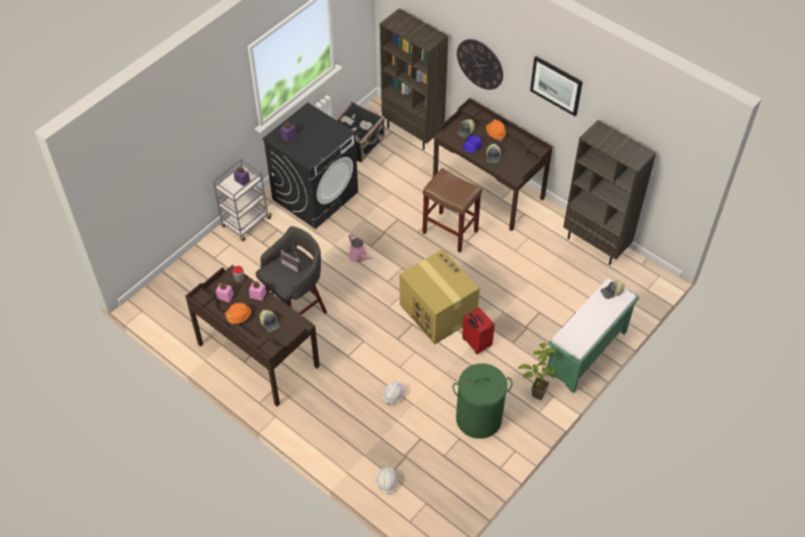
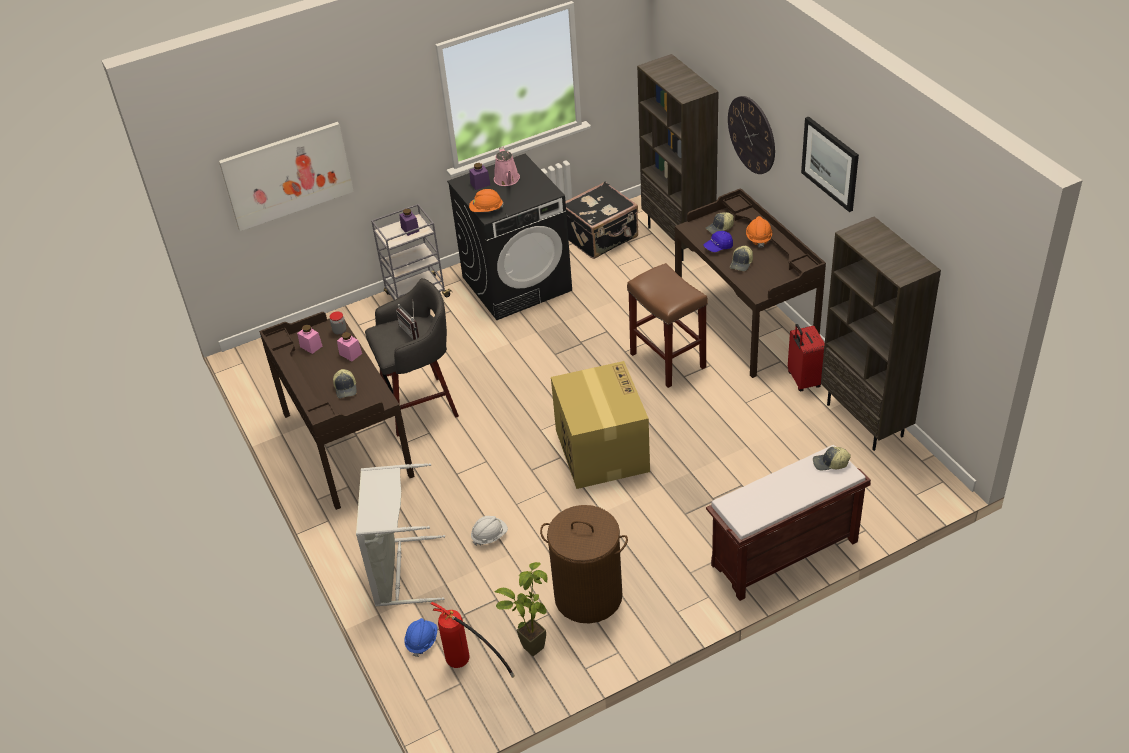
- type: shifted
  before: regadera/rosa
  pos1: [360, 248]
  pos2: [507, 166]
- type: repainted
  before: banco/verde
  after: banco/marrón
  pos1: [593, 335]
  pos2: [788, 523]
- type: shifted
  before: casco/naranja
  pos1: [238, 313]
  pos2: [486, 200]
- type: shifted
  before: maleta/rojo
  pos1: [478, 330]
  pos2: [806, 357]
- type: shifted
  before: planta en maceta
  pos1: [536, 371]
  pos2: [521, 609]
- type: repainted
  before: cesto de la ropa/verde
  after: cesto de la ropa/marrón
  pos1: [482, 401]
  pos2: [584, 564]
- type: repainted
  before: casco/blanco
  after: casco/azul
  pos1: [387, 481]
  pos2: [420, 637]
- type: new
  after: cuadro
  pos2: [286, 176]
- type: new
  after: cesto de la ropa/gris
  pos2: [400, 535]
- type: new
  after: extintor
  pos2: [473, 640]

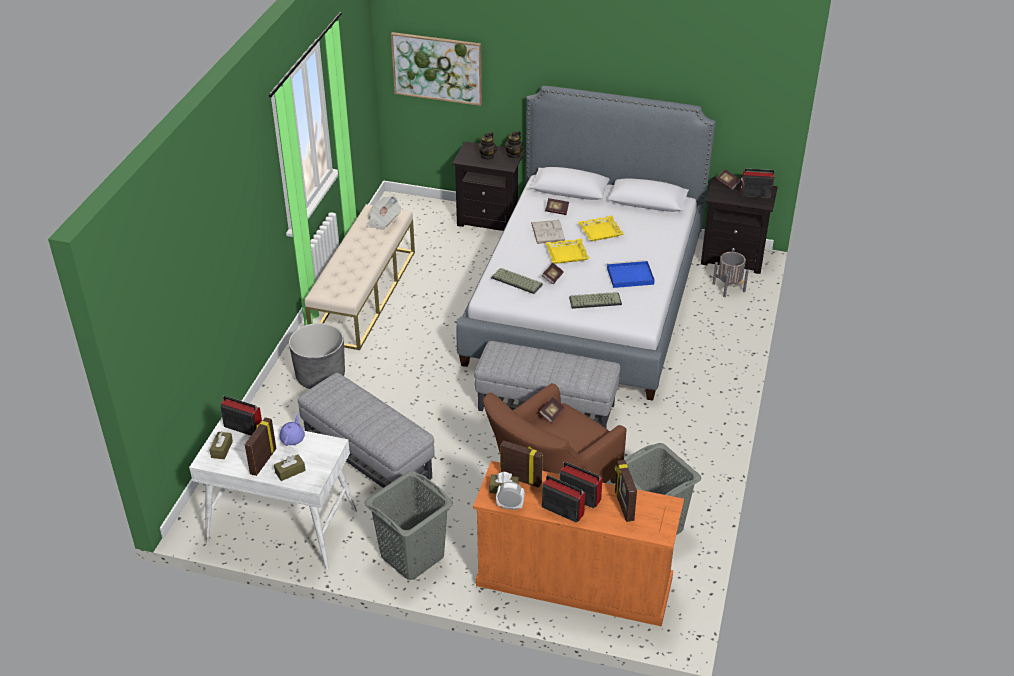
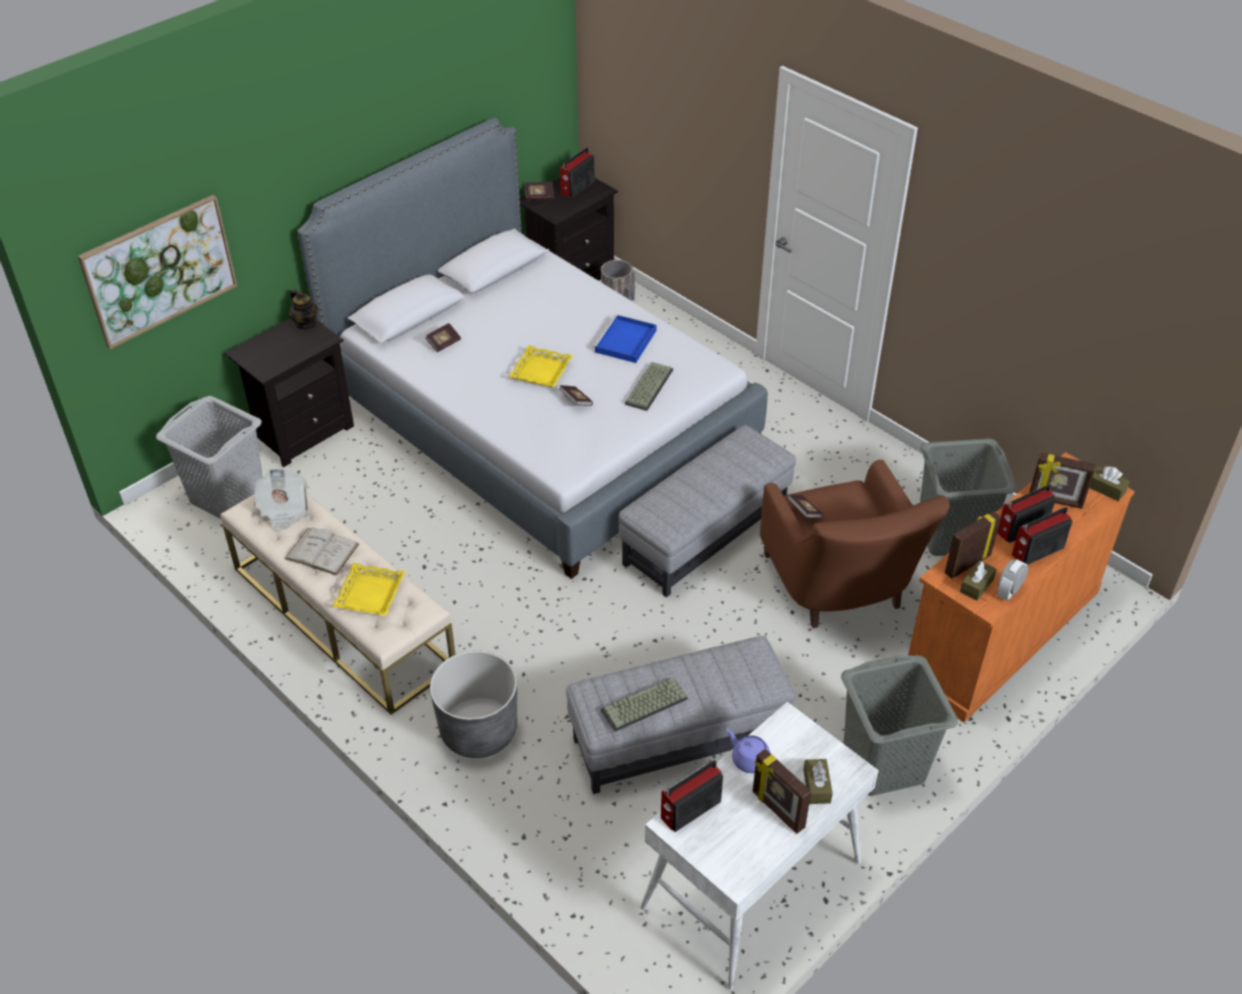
- type: gone
  before: tetera
  pos1: [487, 146]
- type: shifted
  before: bandeja/amarillo
  pos1: [601, 228]
  pos2: [369, 589]
- type: shifted
  before: libro/blanco
  pos1: [548, 232]
  pos2: [322, 551]
- type: shifted
  before: teclado
  pos1: [517, 281]
  pos2: [644, 705]
- type: shifted
  before: caja de pañuelos/marrón
  pos1: [221, 445]
  pos2: [1109, 483]
- type: new
  after: cesto de la ropa/gris
  pos2: [209, 457]

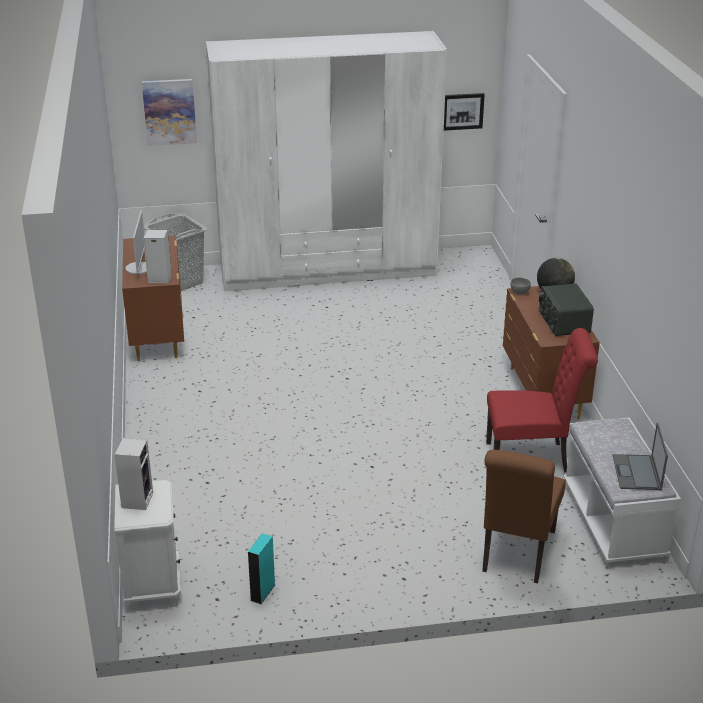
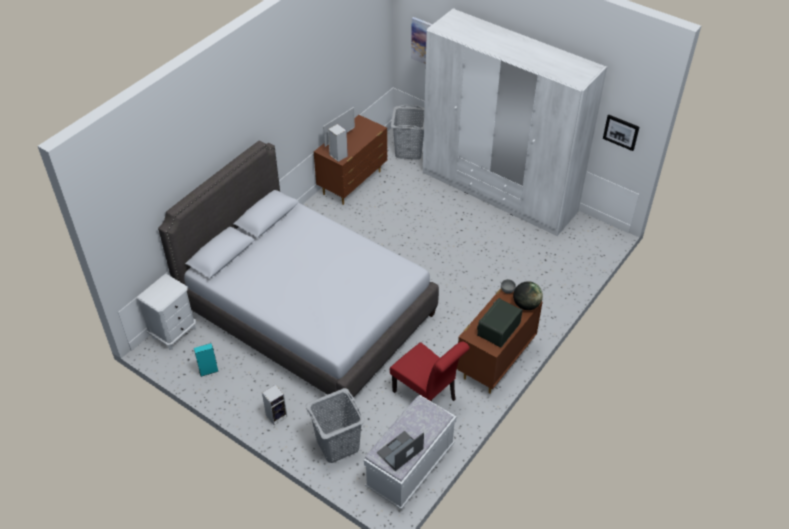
- type: shifted
  before: altavoz
  pos1: [133, 474]
  pos2: [274, 405]
- type: swapped
  before: silla/marrón
  after: cesto de la ropa/gris
  pos1: [524, 516]
  pos2: [335, 425]
- type: new
  after: cama/gris
  pos2: [298, 269]

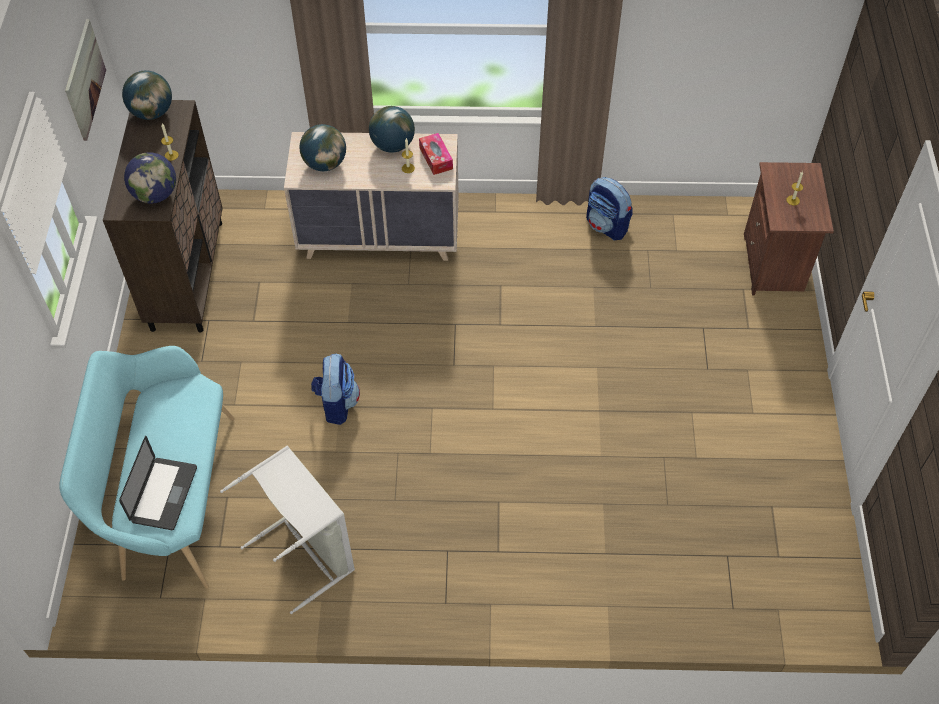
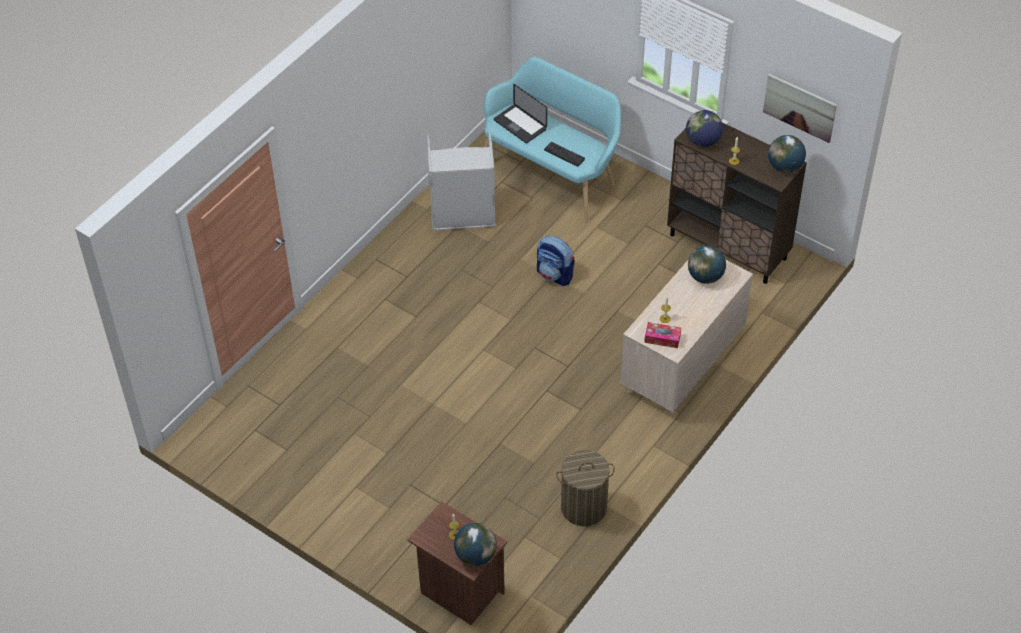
- type: shifted
  before: globo terráqueo
  pos1: [392, 129]
  pos2: [475, 544]
- type: swapped
  before: mochila
  after: cesto de la ropa
  pos1: [609, 208]
  pos2: [585, 488]
- type: new
  after: teclado
  pos2: [564, 154]

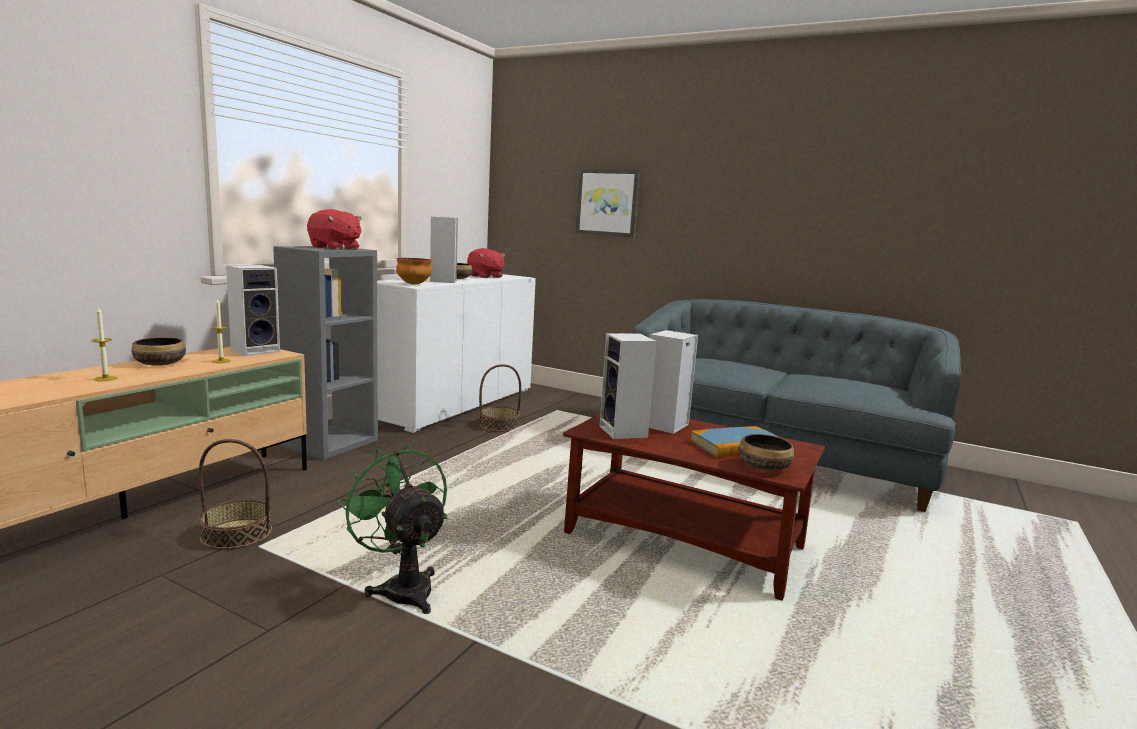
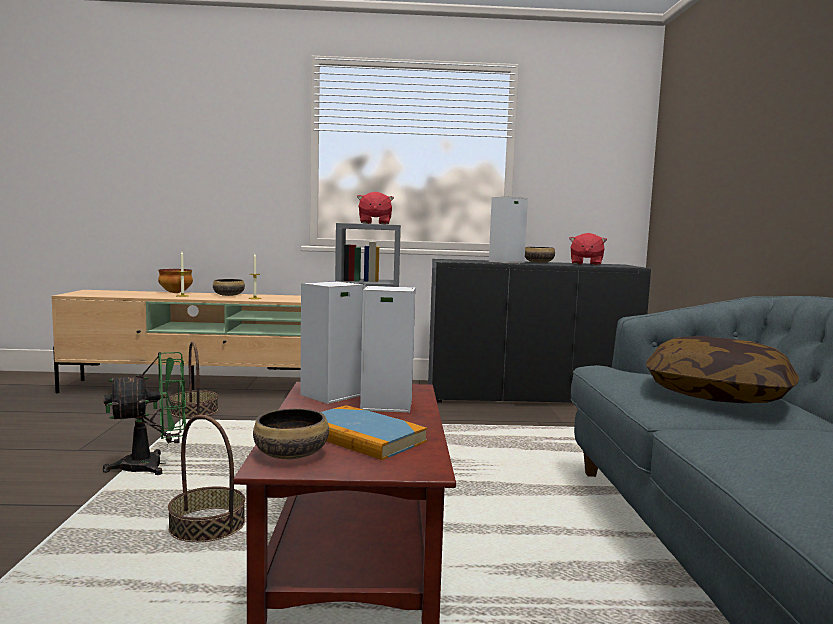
- type: gone
  before: cuadro
  pos1: [608, 203]
- type: shifted
  before: cuenco
  pos1: [414, 271]
  pos2: [175, 281]
- type: gone
  before: altavoz
  pos1: [253, 310]
- type: repainted
  before: armario/blanco
  after: armario/negro
  pos1: [456, 353]
  pos2: [539, 331]
- type: shifted
  before: cesta
  pos1: [500, 398]
  pos2: [206, 478]
- type: rotated
  before: ventilador/verde
  pos1: [392, 529]
  pos2: [144, 413]
  turn: 45
- type: new
  after: cojín
  pos2: [722, 369]

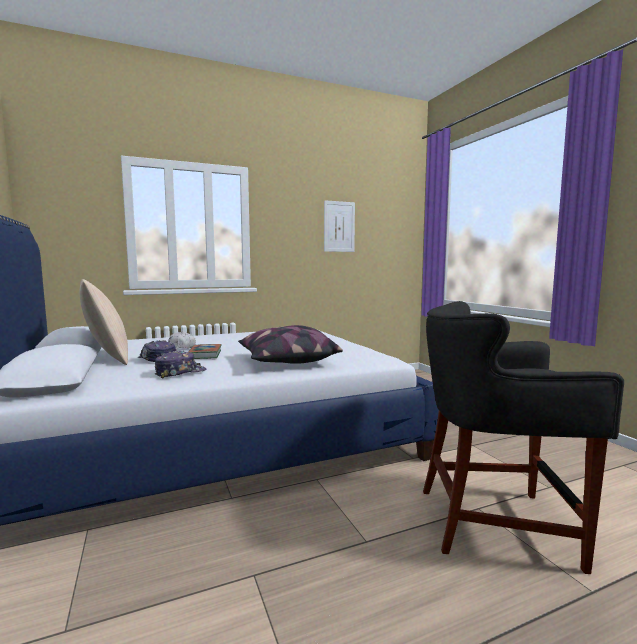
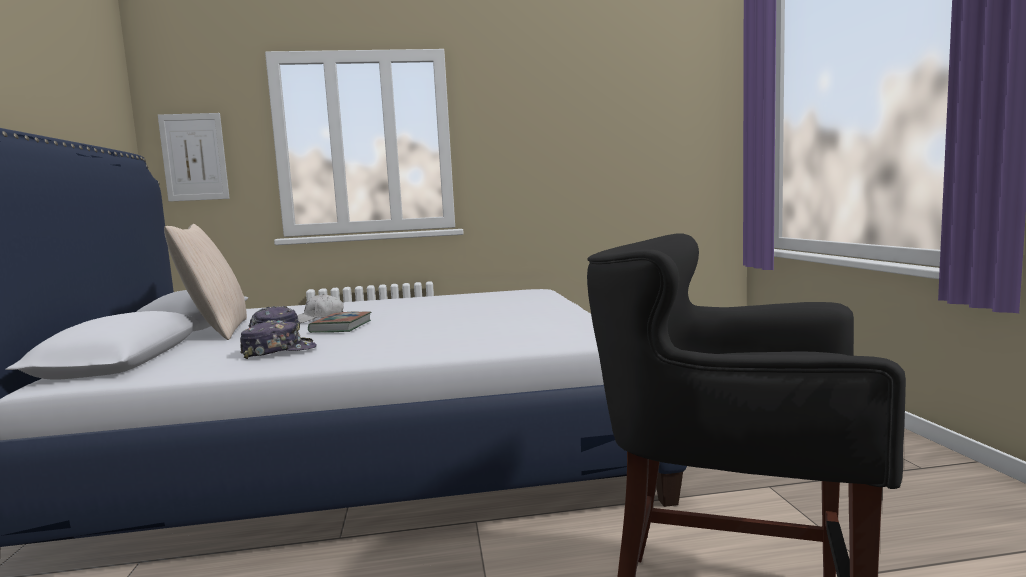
- type: shifted
  before: cuadro
  pos1: [339, 226]
  pos2: [194, 157]
- type: gone
  before: cojín
  pos1: [290, 344]

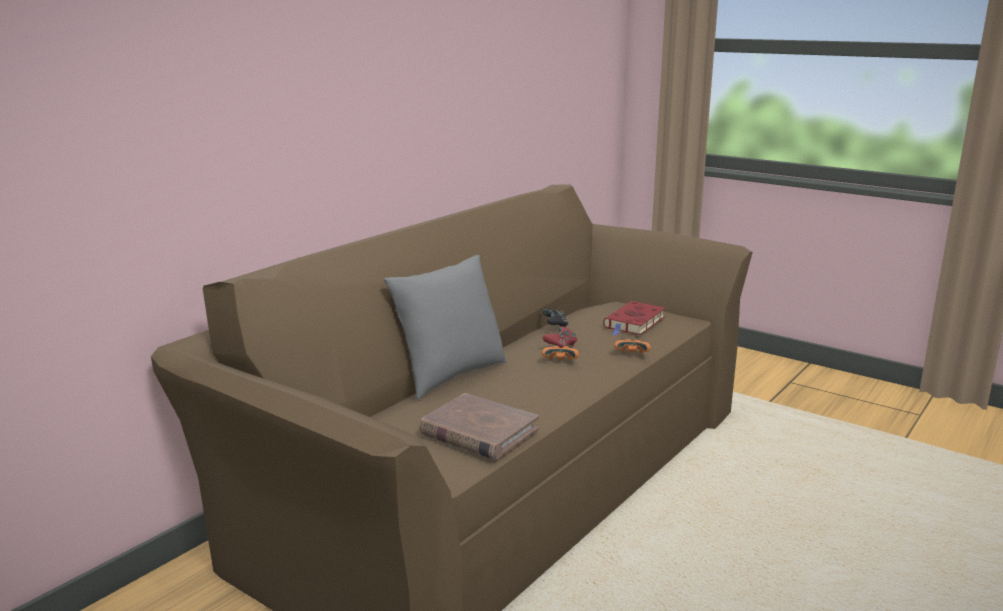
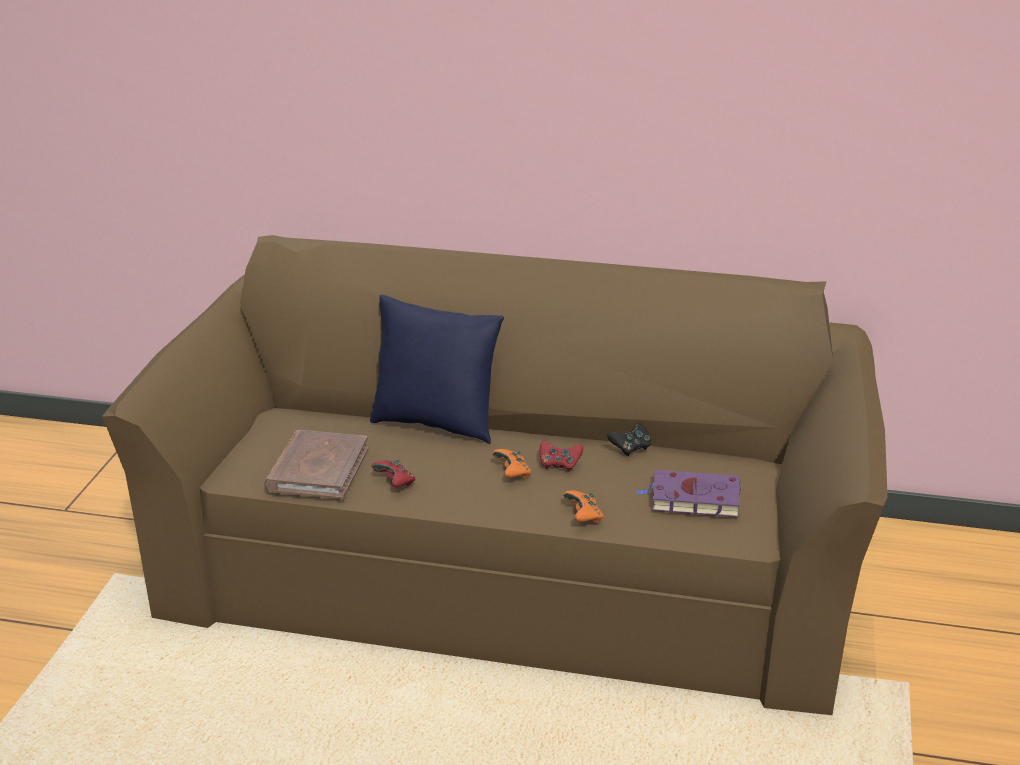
- type: repainted
  before: cojín/gris
  after: cojín/azul
  pos1: [445, 327]
  pos2: [437, 369]
- type: repainted
  before: libro/rojo
  after: libro/morado
  pos1: [634, 318]
  pos2: [688, 493]
- type: new
  after: mando de consola/rojo
  pos2: [394, 473]

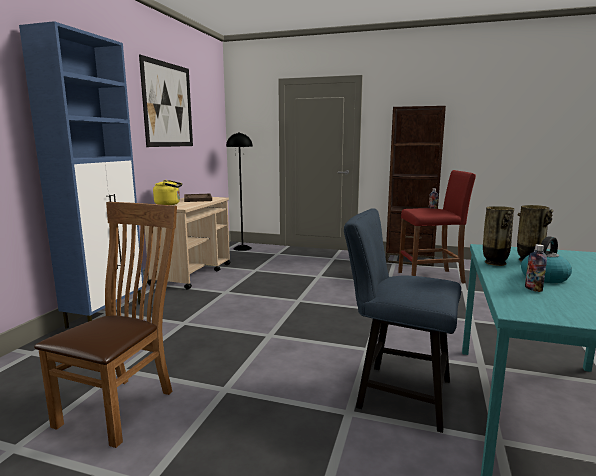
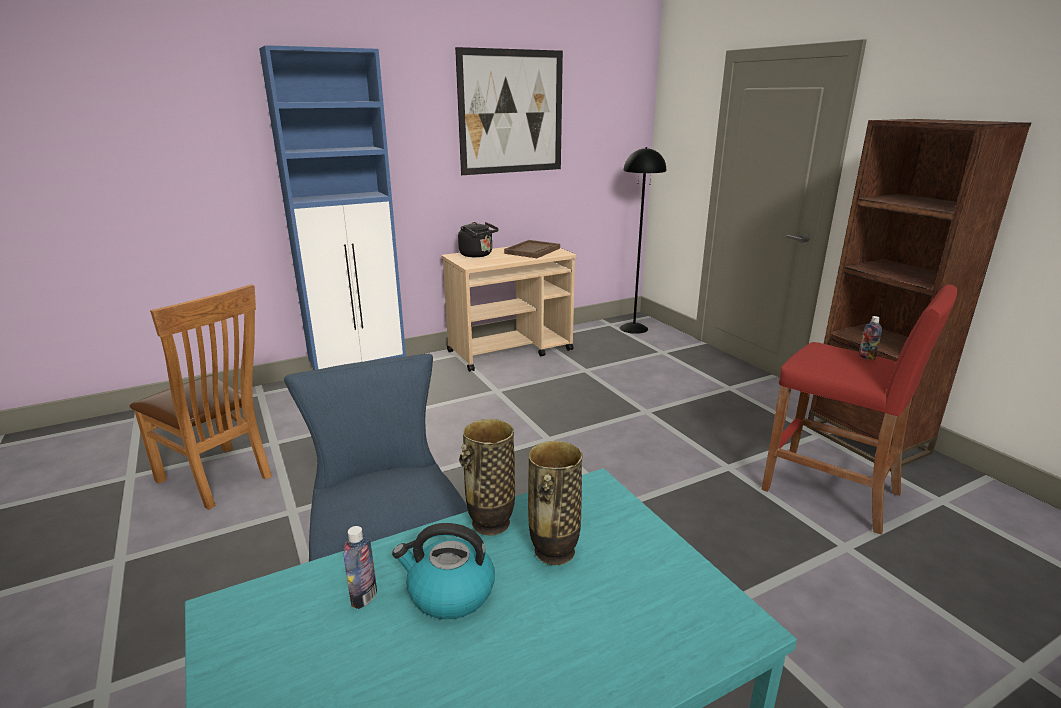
- type: repainted
  before: hervidor/amarillo
  after: hervidor/negro
  pos1: [167, 192]
  pos2: [478, 239]
- type: rotated
  before: silla/marrón
  pos1: [105, 325]
  pos2: [200, 397]
  turn: 60

